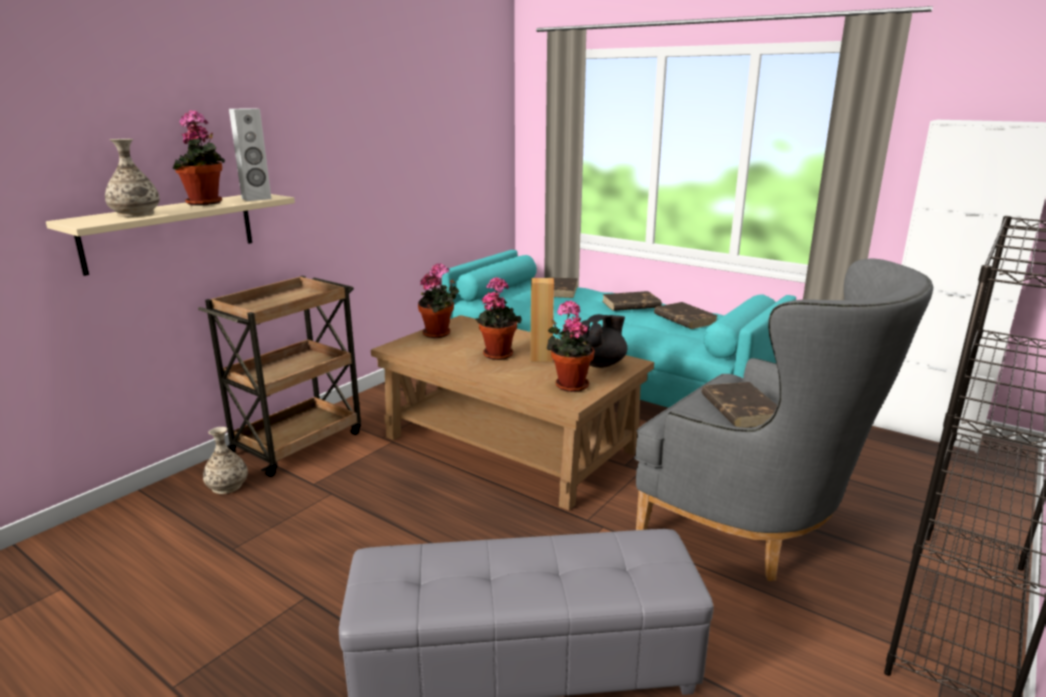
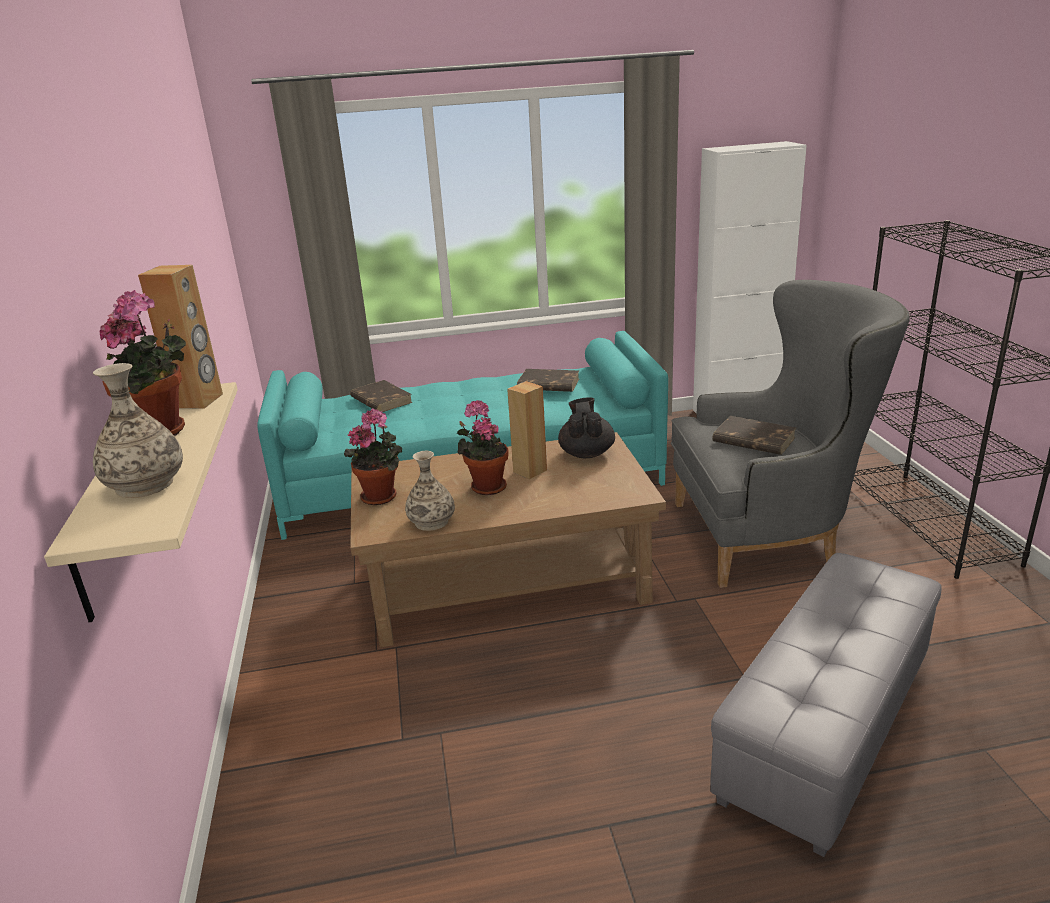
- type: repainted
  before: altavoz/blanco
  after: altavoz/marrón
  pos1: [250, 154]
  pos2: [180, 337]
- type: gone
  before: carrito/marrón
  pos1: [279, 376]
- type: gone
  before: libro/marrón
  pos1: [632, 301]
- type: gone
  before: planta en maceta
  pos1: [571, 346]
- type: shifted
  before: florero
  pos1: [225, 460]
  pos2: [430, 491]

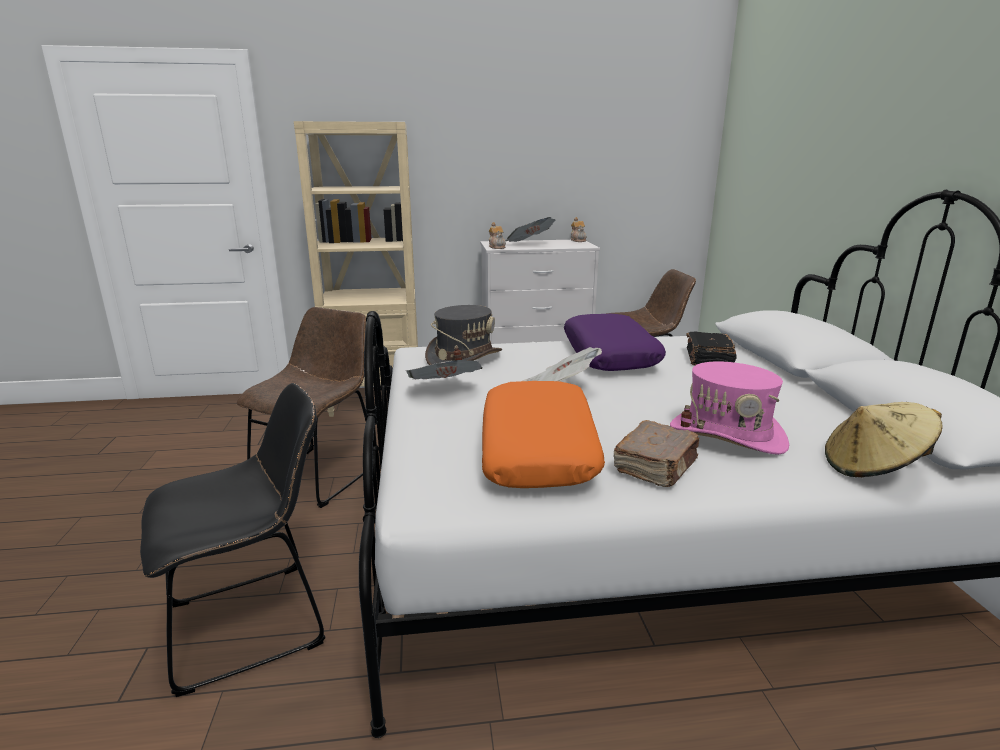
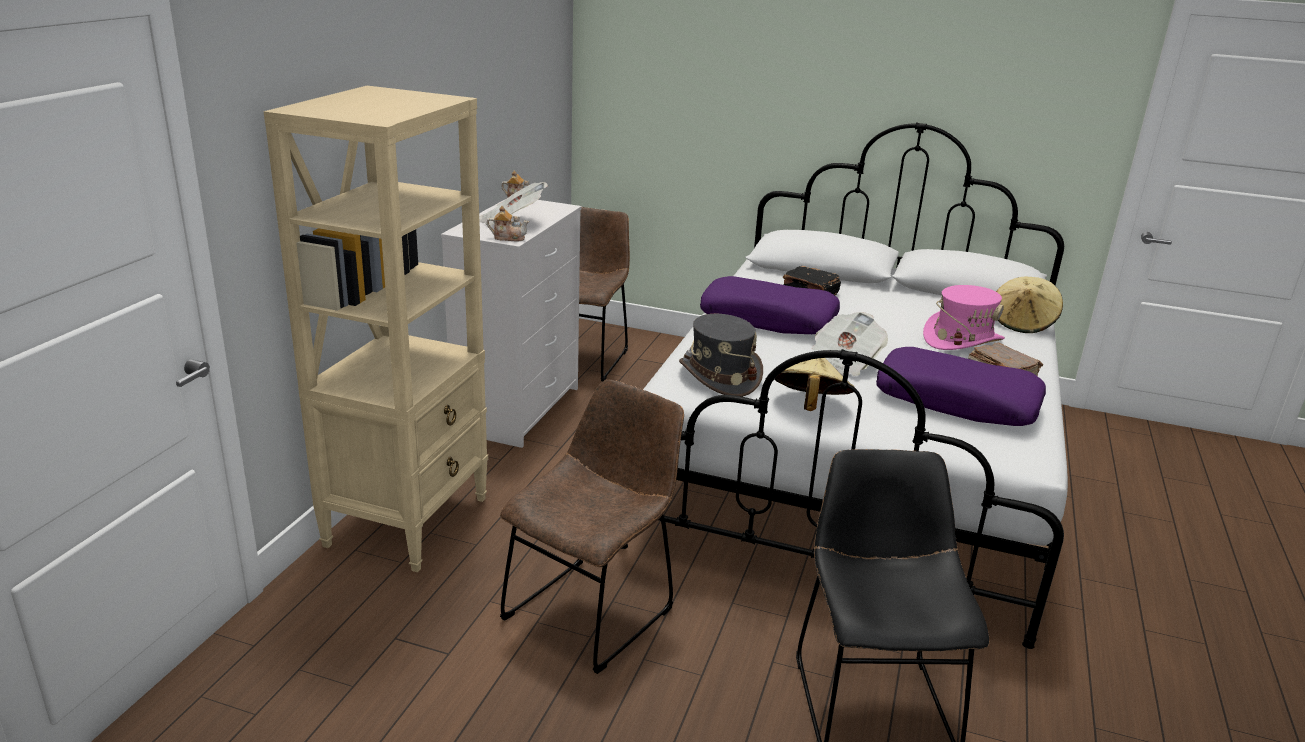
- type: rotated
  before: silla/marrón
  pos1: [302, 407]
  pos2: [592, 526]
  turn: 75
- type: swapped
  before: periódico
  after: sombrero/beis
  pos1: [444, 369]
  pos2: [814, 384]
- type: repainted
  before: cojín/naranja
  after: cojín/morado
  pos1: [543, 434]
  pos2: [961, 386]

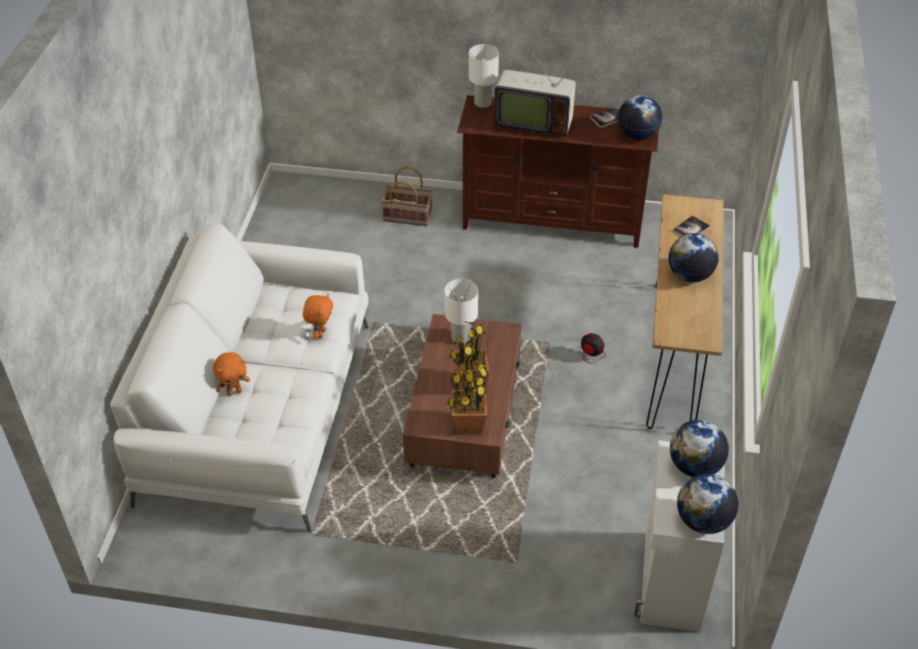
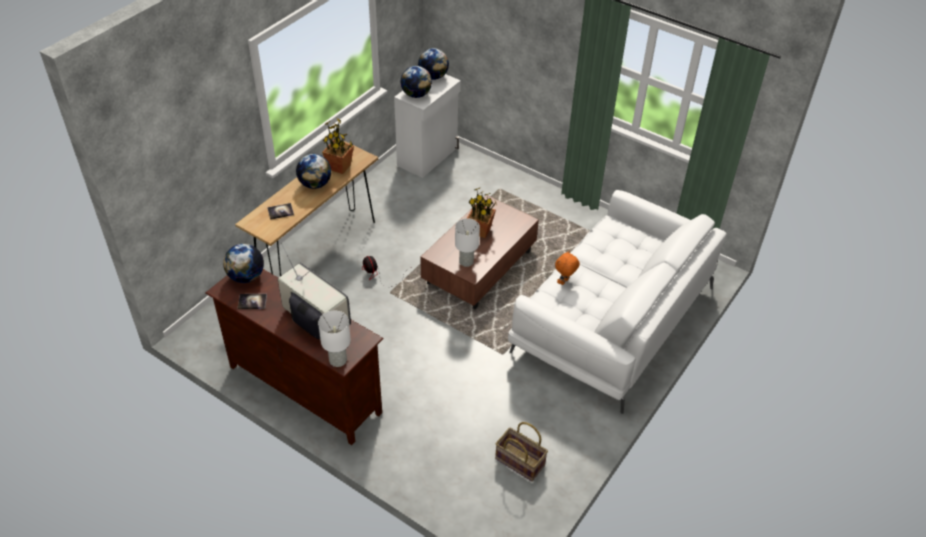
- type: shifted
  before: cesta
  pos1: [407, 196]
  pos2: [521, 452]
- type: gone
  before: peluche/naranja
  pos1: [231, 374]
- type: shifted
  before: planta en maceta
  pos1: [468, 401]
  pos2: [338, 145]

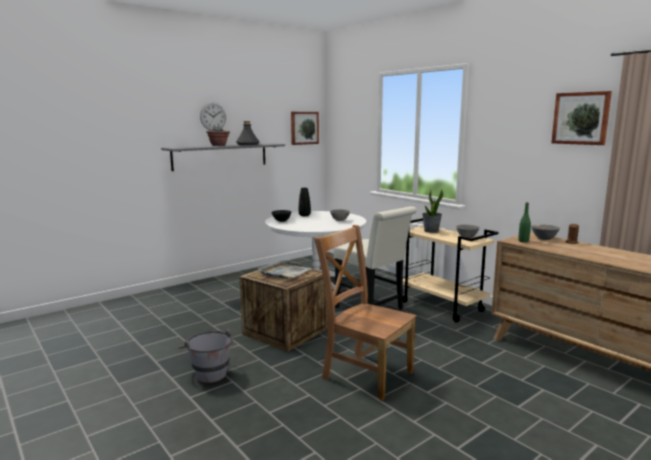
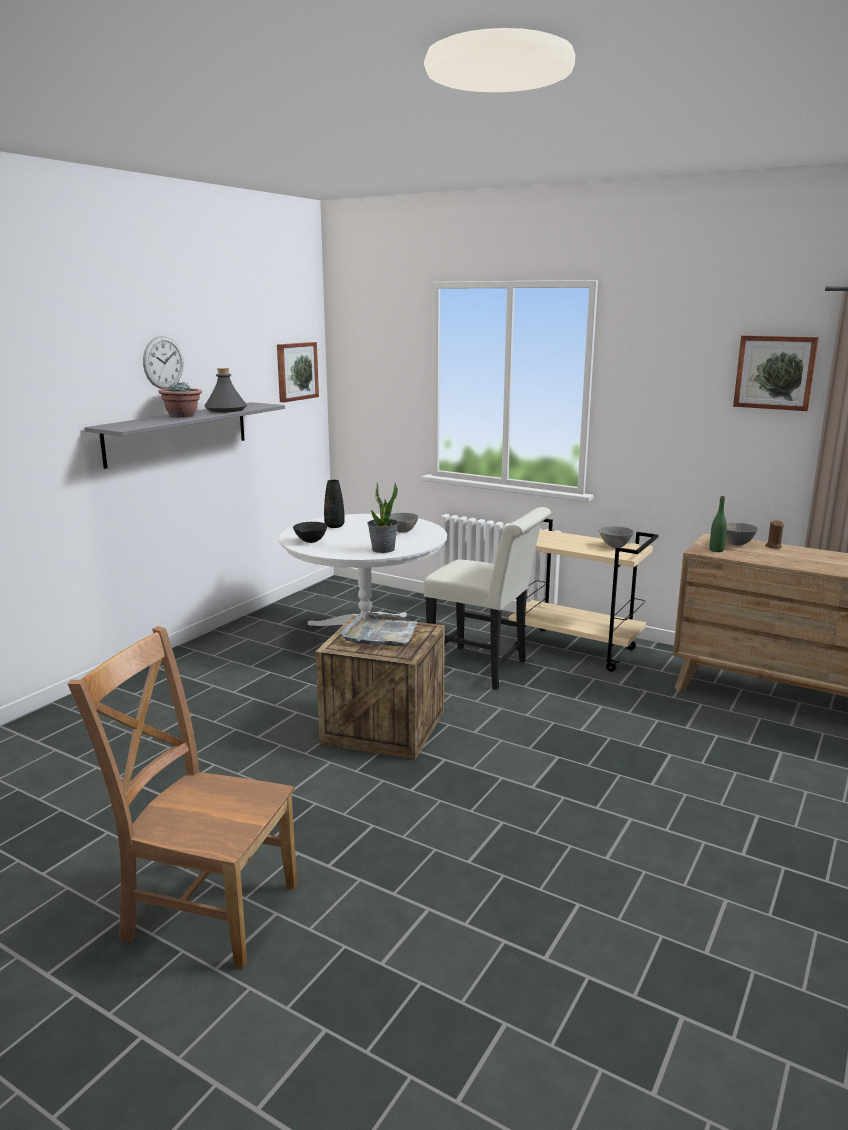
- type: shifted
  before: planta en maceta
  pos1: [432, 211]
  pos2: [382, 517]
- type: shifted
  before: silla/marrón
  pos1: [365, 313]
  pos2: [183, 797]
- type: gone
  before: cubo/gris
  pos1: [205, 356]

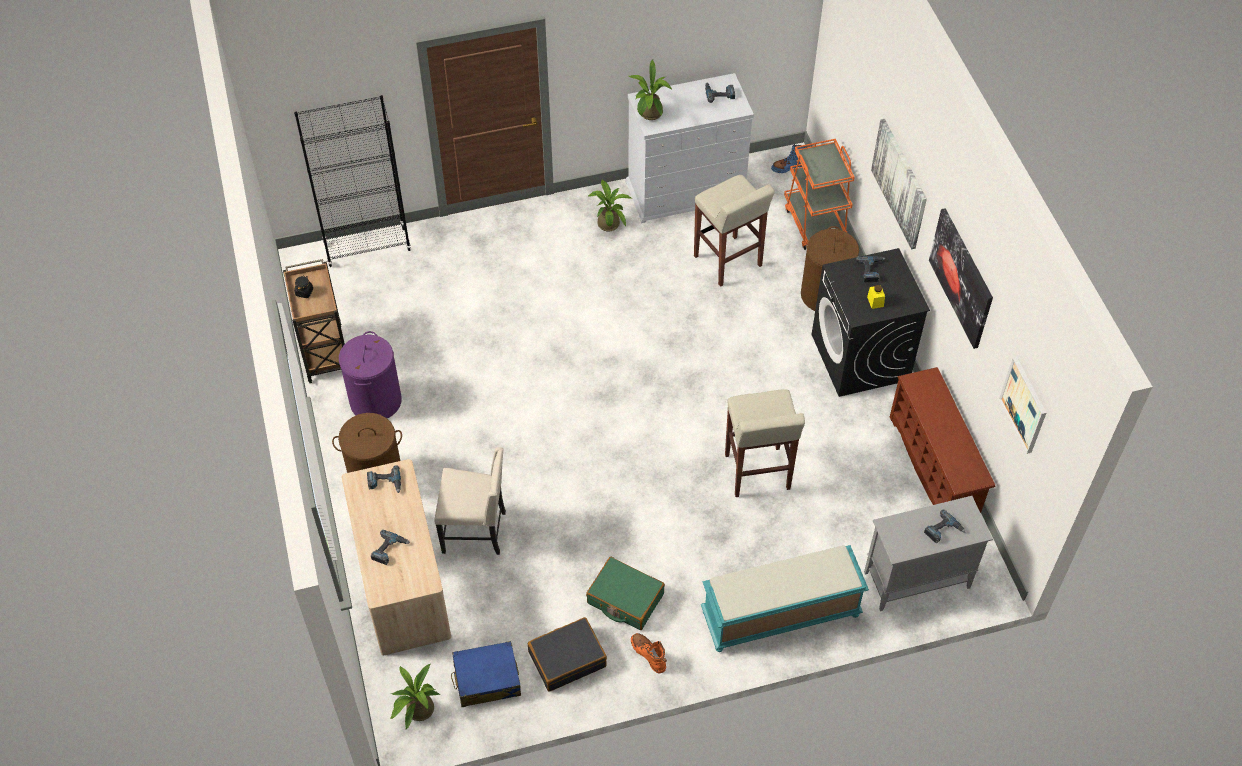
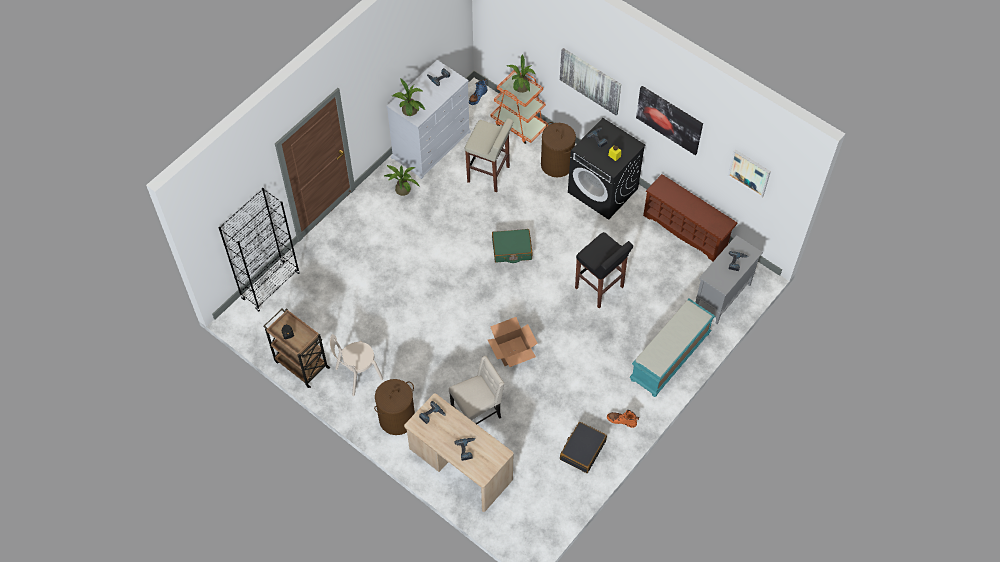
- type: swapped
  before: cesto de la ropa/morado
  after: silla/beis
  pos1: [370, 375]
  pos2: [356, 365]
- type: repainted
  before: taburete/beis
  after: taburete/negro
  pos1: [765, 443]
  pos2: [604, 270]
- type: shifted
  before: maleta/verde
  pos1: [625, 593]
  pos2: [512, 246]
- type: gone
  before: maleta/azul
  pos1: [486, 674]
- type: shifted
  before: planta en maceta
  pos1: [415, 697]
  pos2: [521, 73]
- type: new
  after: caja de cartón
  pos2: [513, 342]

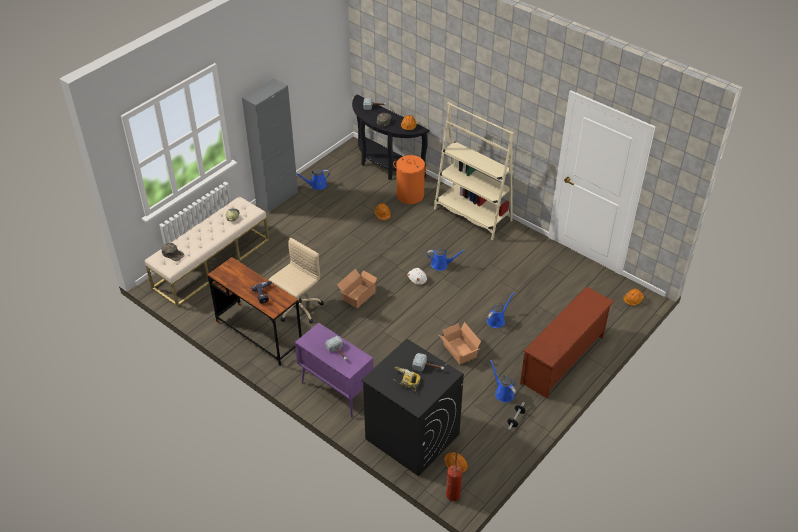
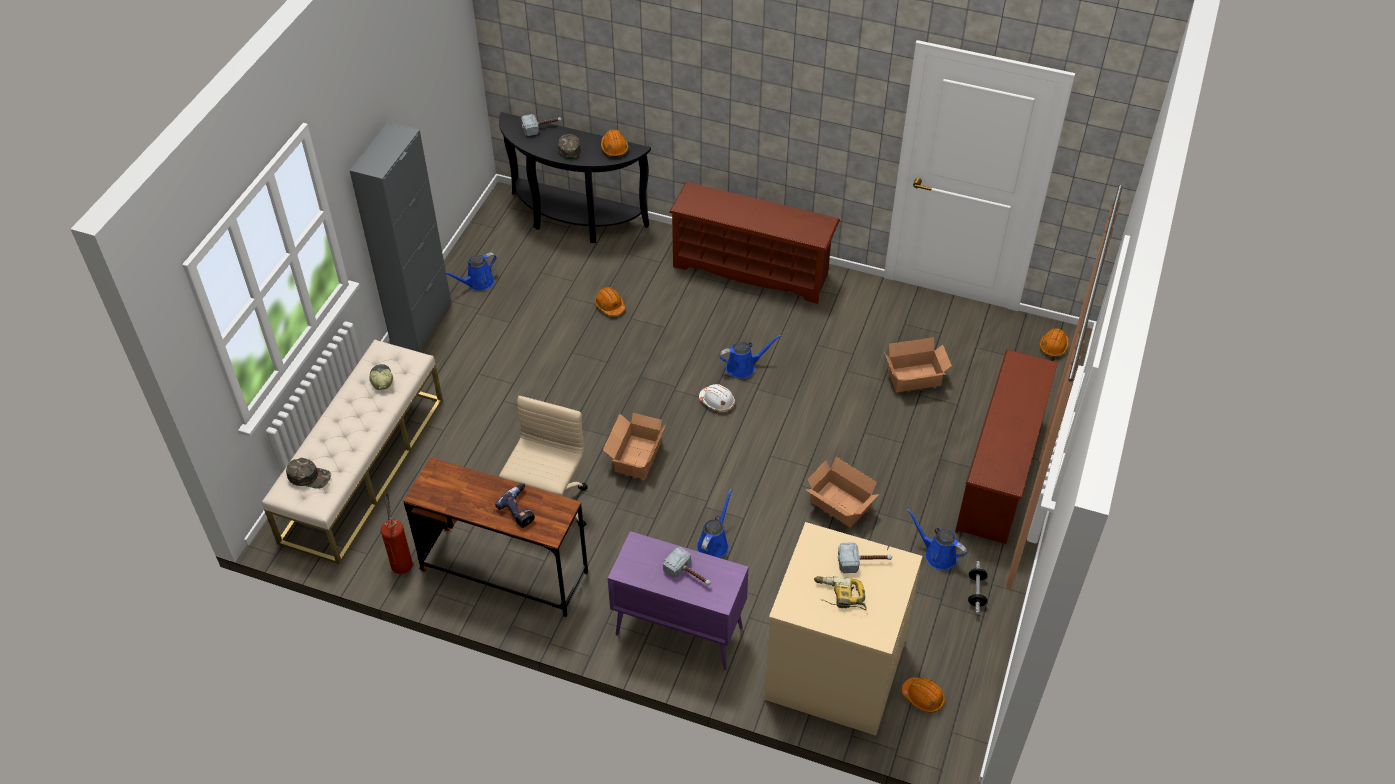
- type: swapped
  before: estantería/beis
  after: zapatero/marrón
  pos1: [474, 171]
  pos2: [754, 243]
- type: gone
  before: cesto de la ropa/naranja
  pos1: [410, 179]
- type: shifted
  before: regadera/azul
  pos1: [501, 310]
  pos2: [714, 523]
- type: repainted
  before: lavadora/negro
  after: lavadora/beis
  pos1: [412, 408]
  pos2: [843, 629]
- type: shifted
  before: extintor
  pos1: [454, 474]
  pos2: [397, 533]
- type: new
  after: caja de cartón
  pos2: [918, 364]

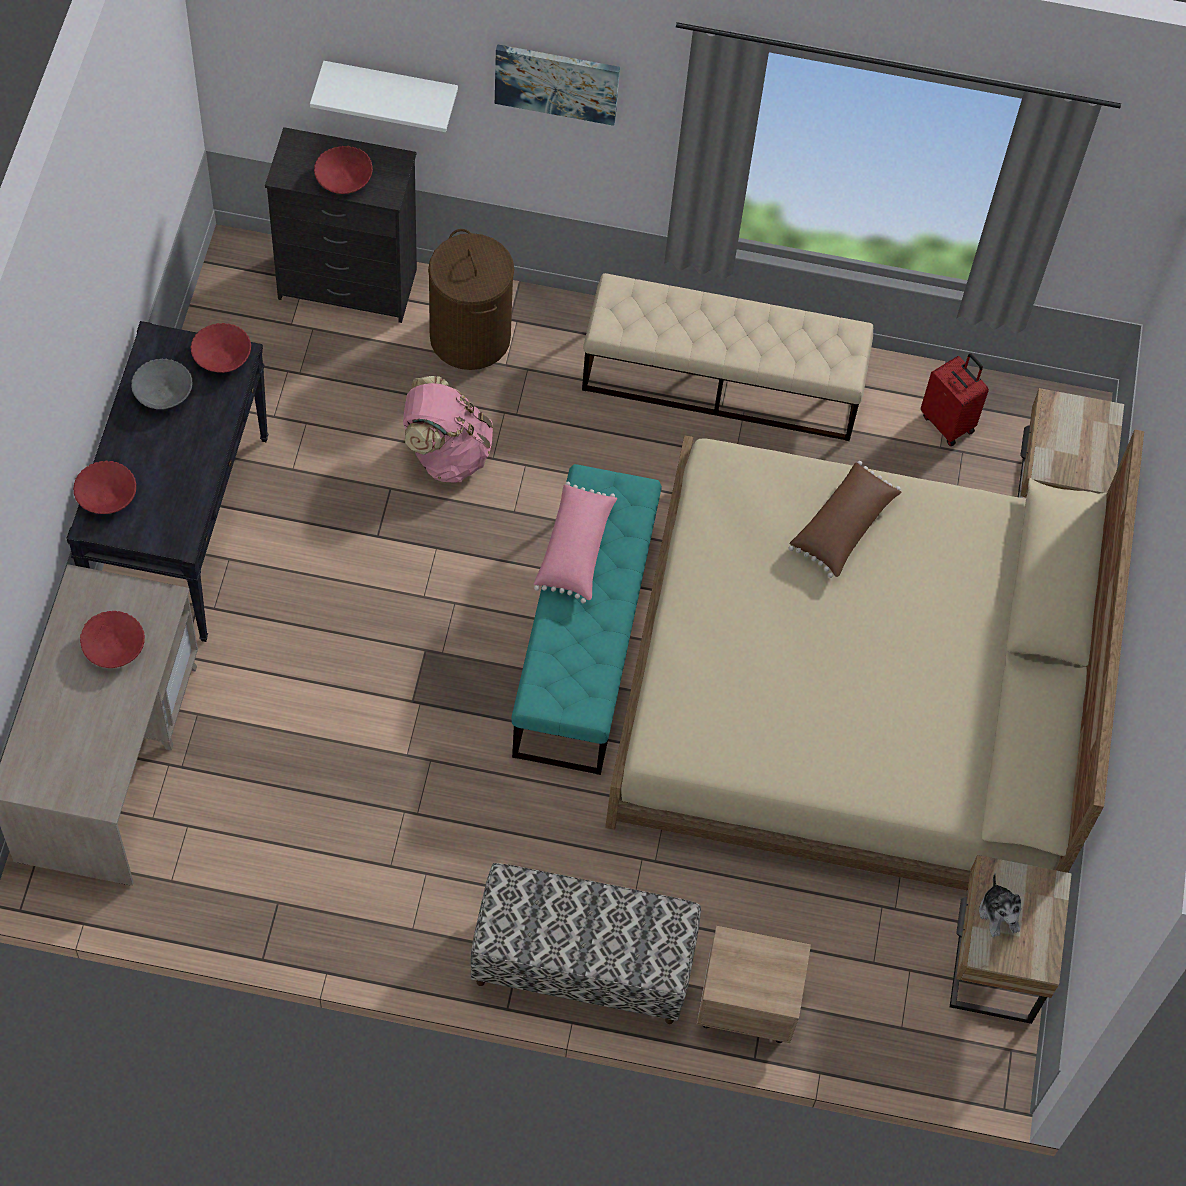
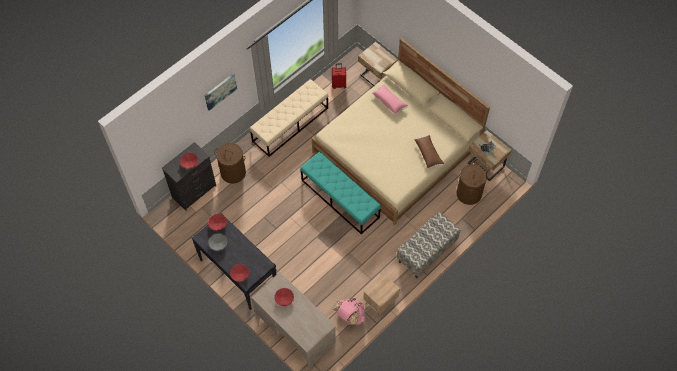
- type: gone
  before: estante/blanco
  pos1: [384, 96]
- type: shifted
  before: mochila/rosa
  pos1: [448, 429]
  pos2: [349, 311]
- type: shifted
  before: cojín/marrón
  pos1: [845, 519]
  pos2: [429, 152]
- type: shifted
  before: cojín/rosa
  pos1: [575, 543]
  pos2: [390, 100]
- type: shifted
  before: mesita de noche/beis
  pos1: [754, 984]
  pos2: [381, 294]
- type: new
  after: cesto de la ropa/marrón
  pos2: [472, 183]

